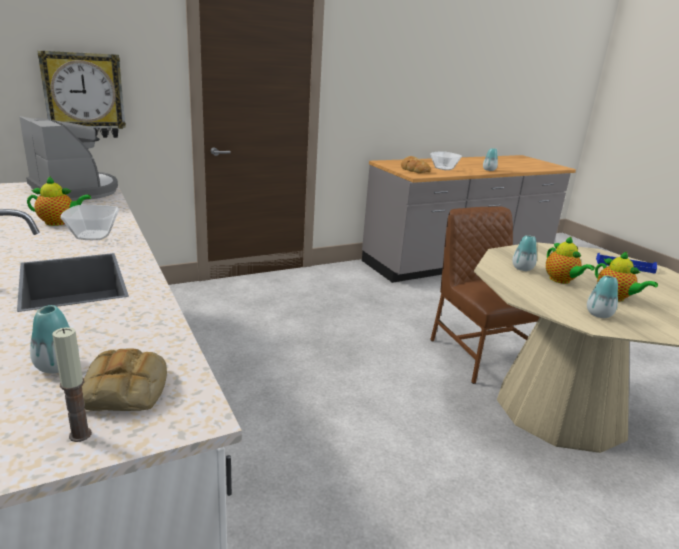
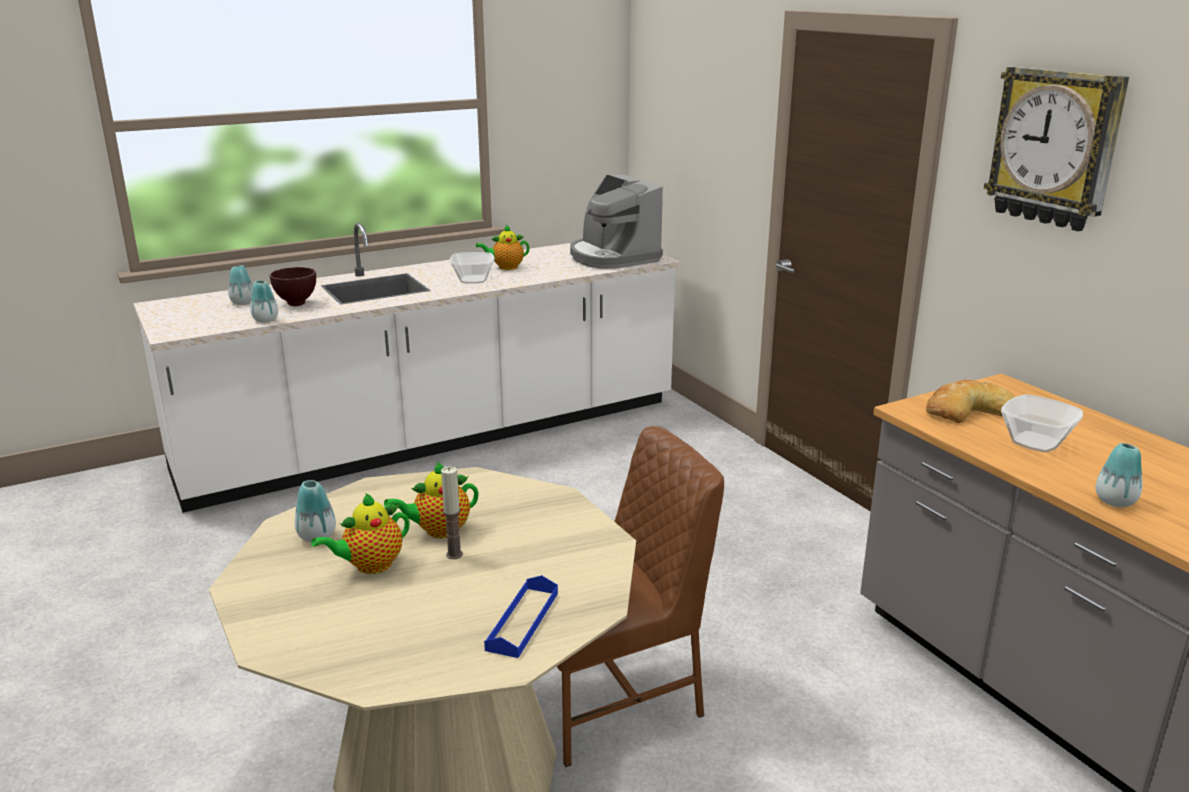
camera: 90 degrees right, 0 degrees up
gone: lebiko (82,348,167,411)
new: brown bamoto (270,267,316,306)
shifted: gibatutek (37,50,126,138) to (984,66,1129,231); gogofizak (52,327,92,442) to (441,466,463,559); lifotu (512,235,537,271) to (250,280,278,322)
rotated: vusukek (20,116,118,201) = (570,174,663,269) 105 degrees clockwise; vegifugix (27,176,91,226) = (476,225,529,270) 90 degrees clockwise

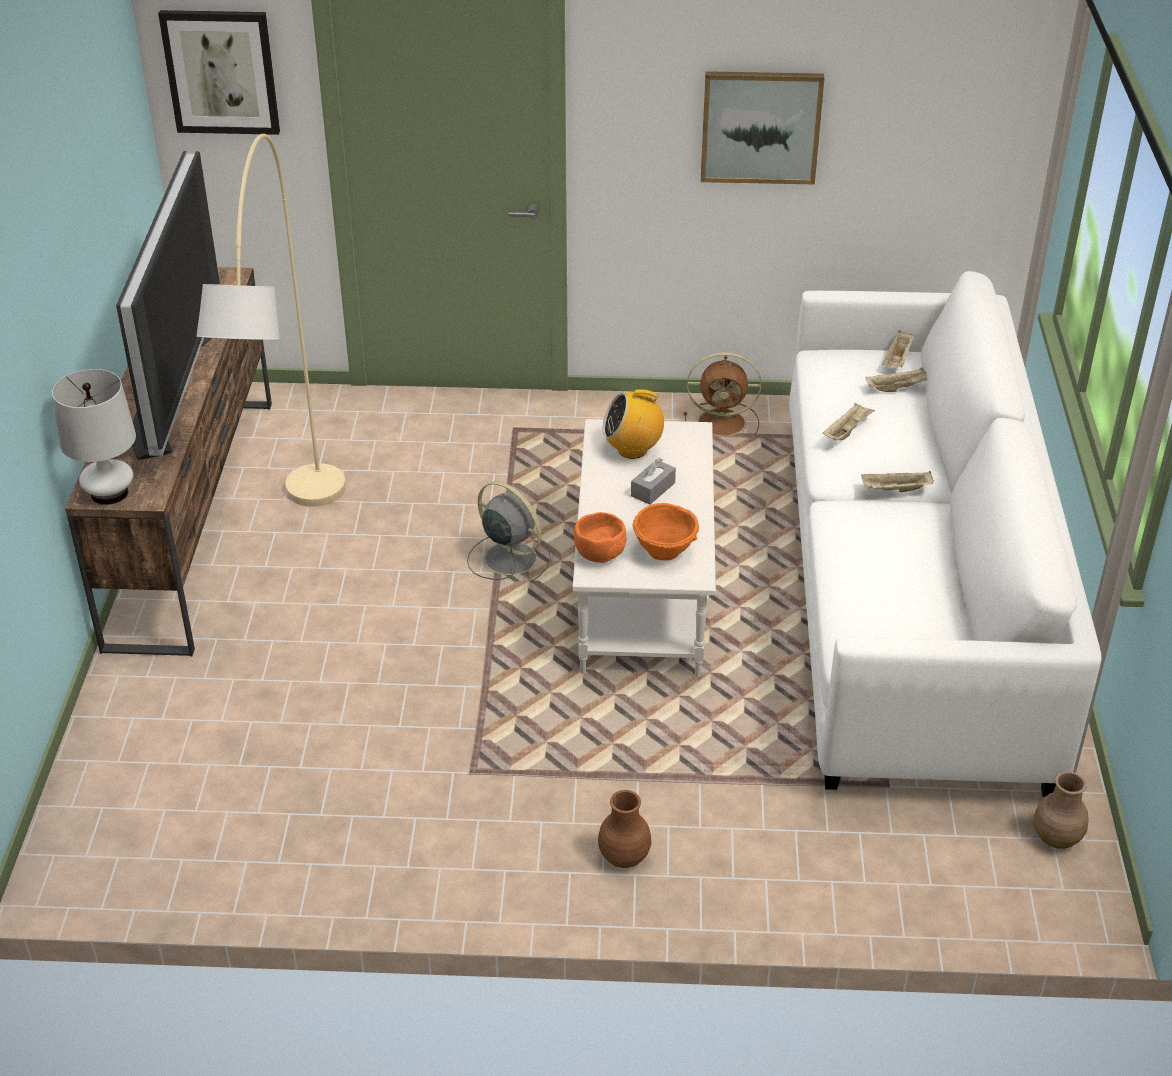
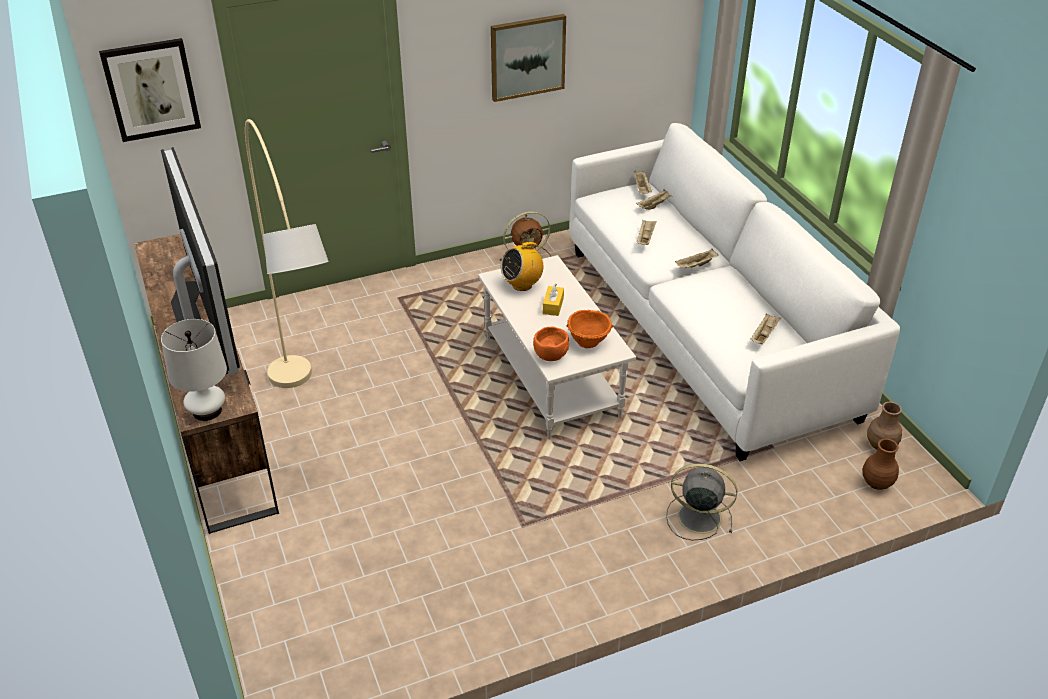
camera: 25 degrees left, 0 degrees up
new: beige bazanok (751,314,782,344)
shifted: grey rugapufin (467,481,551,584) to (666,463,737,540); brown lifotu (598,790,651,868) to (863,438,899,490)
repainted: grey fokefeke (631,458,676,505) to yellow fokefeke (543,284,564,316)

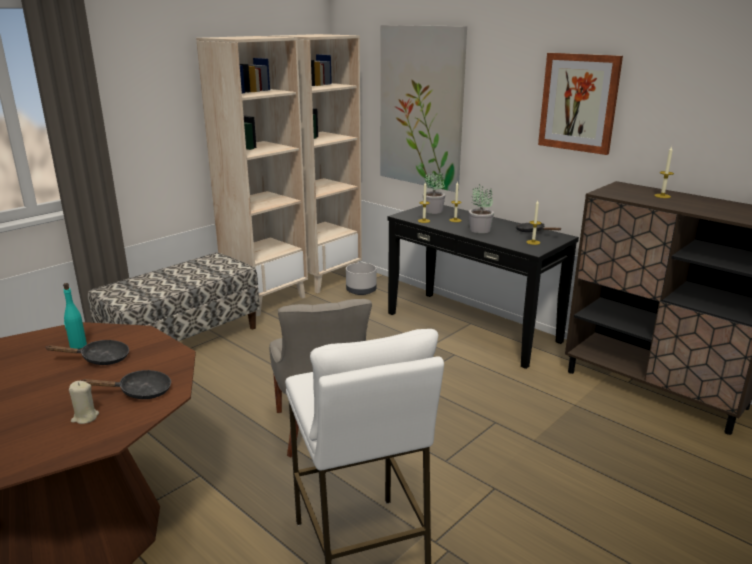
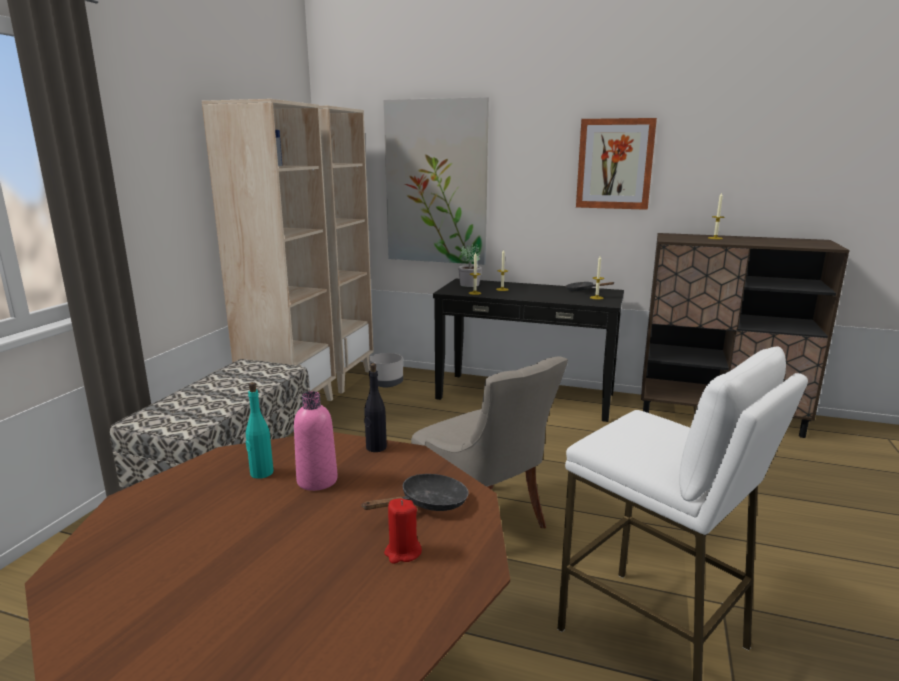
camera: 25 degrees left, 5 degrees down
gone: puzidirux (469,184,494,233)
new: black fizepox (364,363,387,452)
swapped: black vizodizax (46,340,129,365) to pink fizepox (294,391,338,491)
repainted: beige gogofizak (69,381,99,424) to red gogofizak (384,498,422,564)

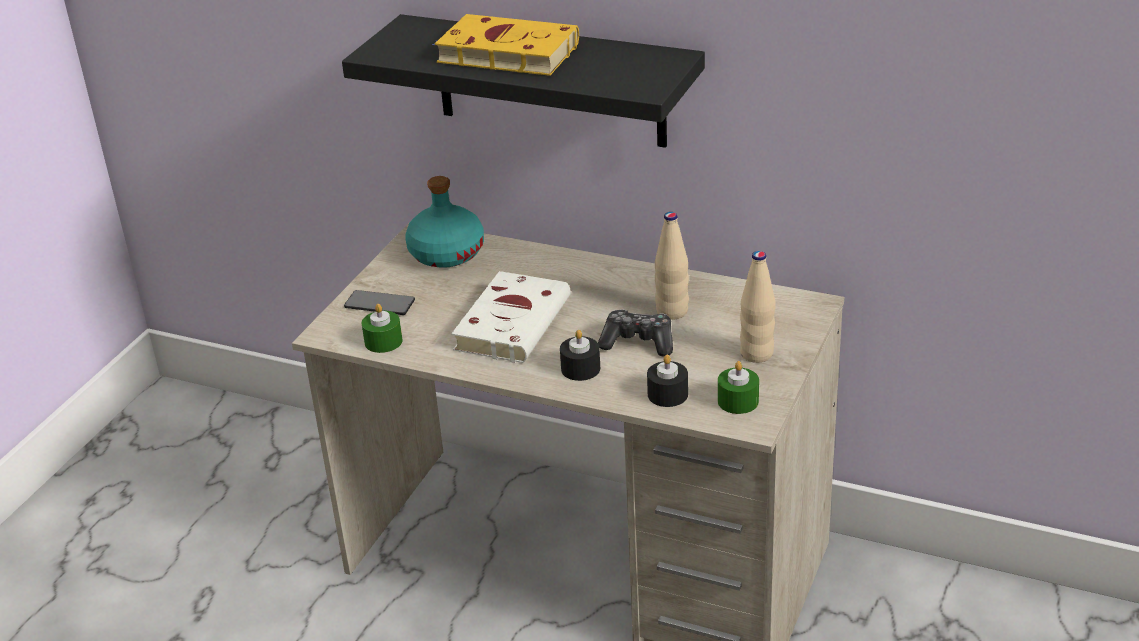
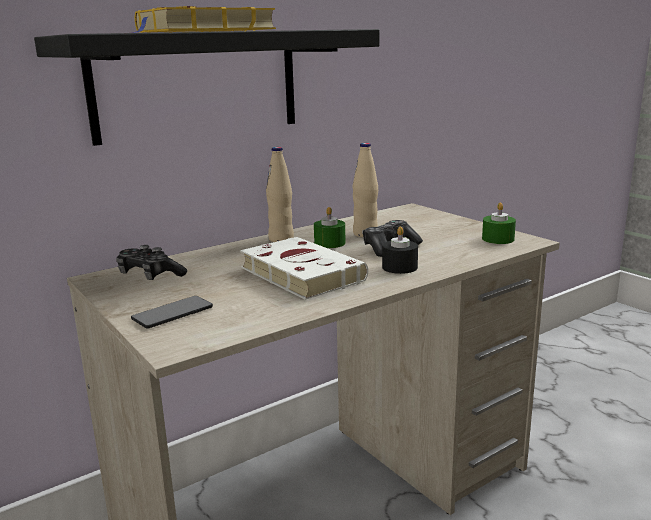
camera: 60 degrees left, 15 degrees down
gone: black gogofizak (647,355,688,407)
shifted: green gogofizak (362,304,403,353) to (314,207,346,248); beige fizepox (740,251,776,363) to (266,147,294,242)
swapped: turquoise fizepox (405,176,484,268) to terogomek (116,245,187,280)

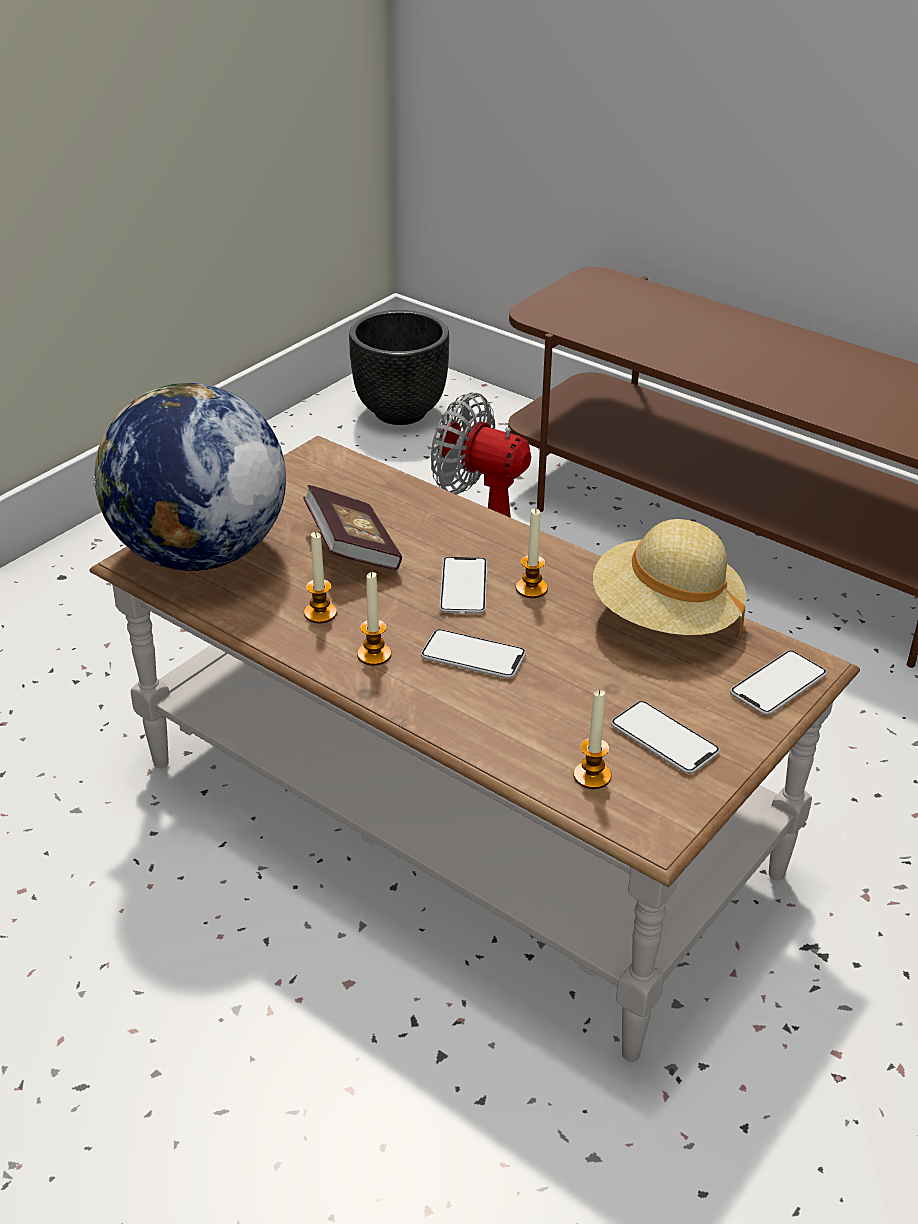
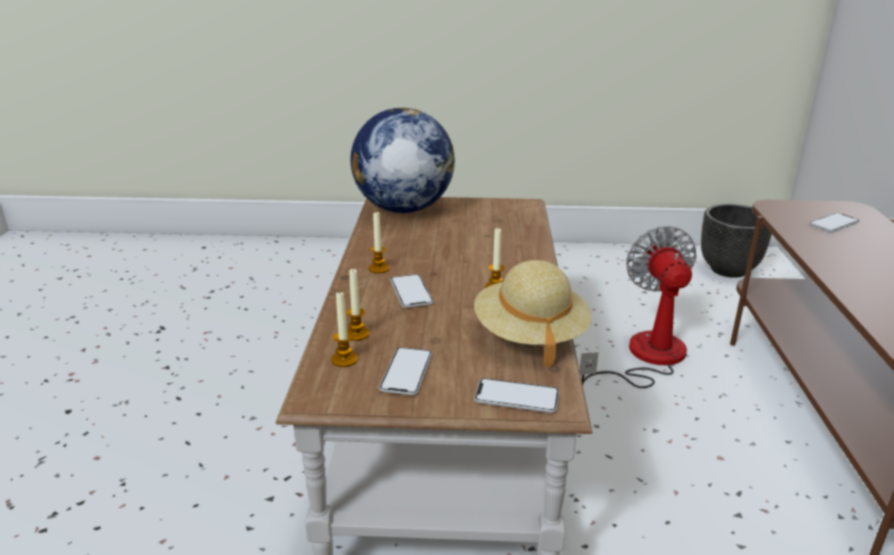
camera: 55 degrees right, 10 degrees down
gone: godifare (303,485,402,570)
shifted: gogofizak (304,532,337,624) to (346,269,369,341); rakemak (439,557,487,614) to (809,213,860,232)

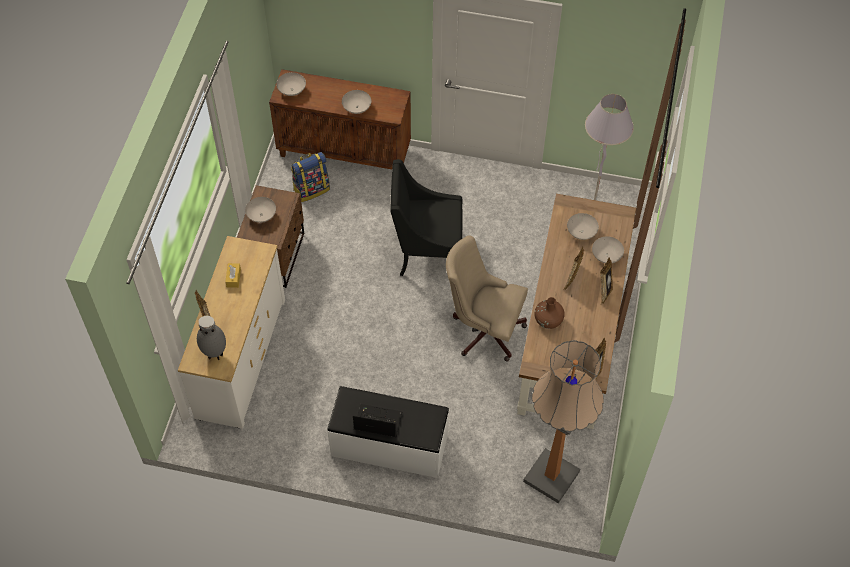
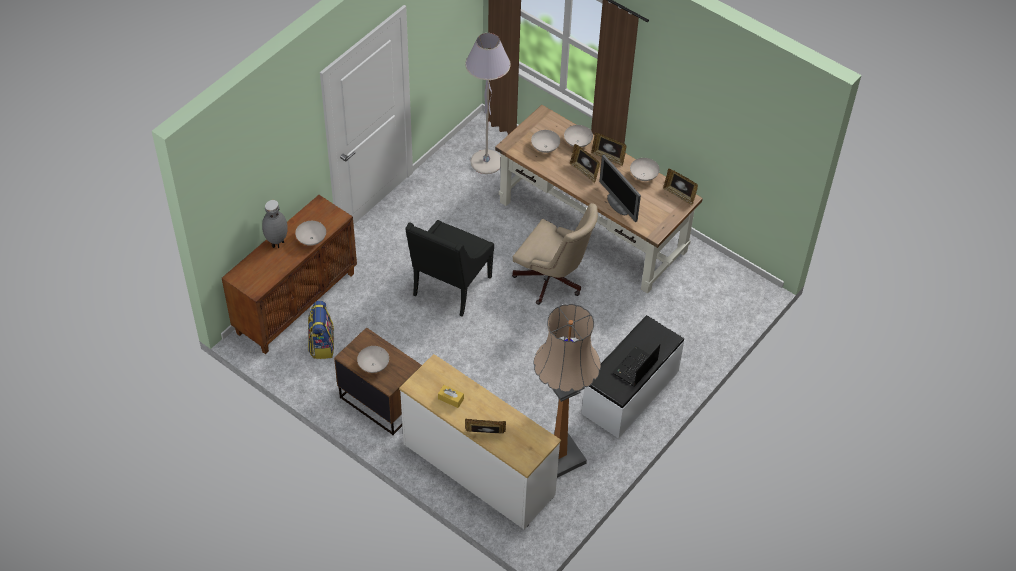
camera: 65 degrees left, 5 degrees down
shifted: grey lifotu (197,316,226,360) to (262,200,288,248); white bamoto (276,72,306,96) to (630,158,660,181); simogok (523,340,604,503) to (533,304,601,478)
swapped: brown lifotu (534,297,565,329) to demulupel (599,155,641,222)
rotated: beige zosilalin (446,235,528,361) = (512,203,598,305) 105 degrees counterclockwise

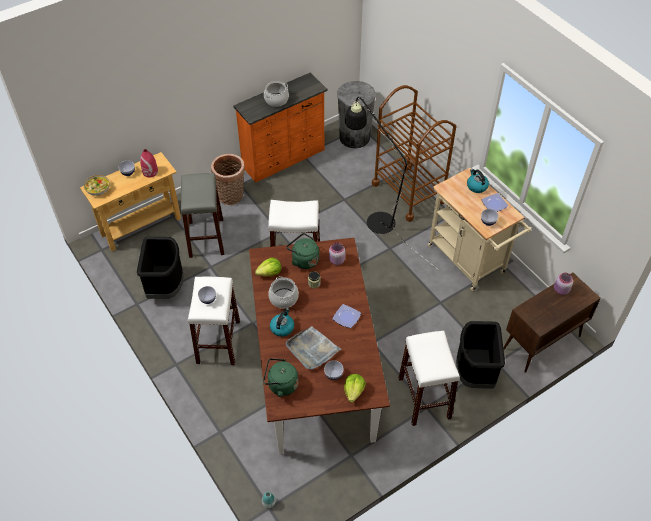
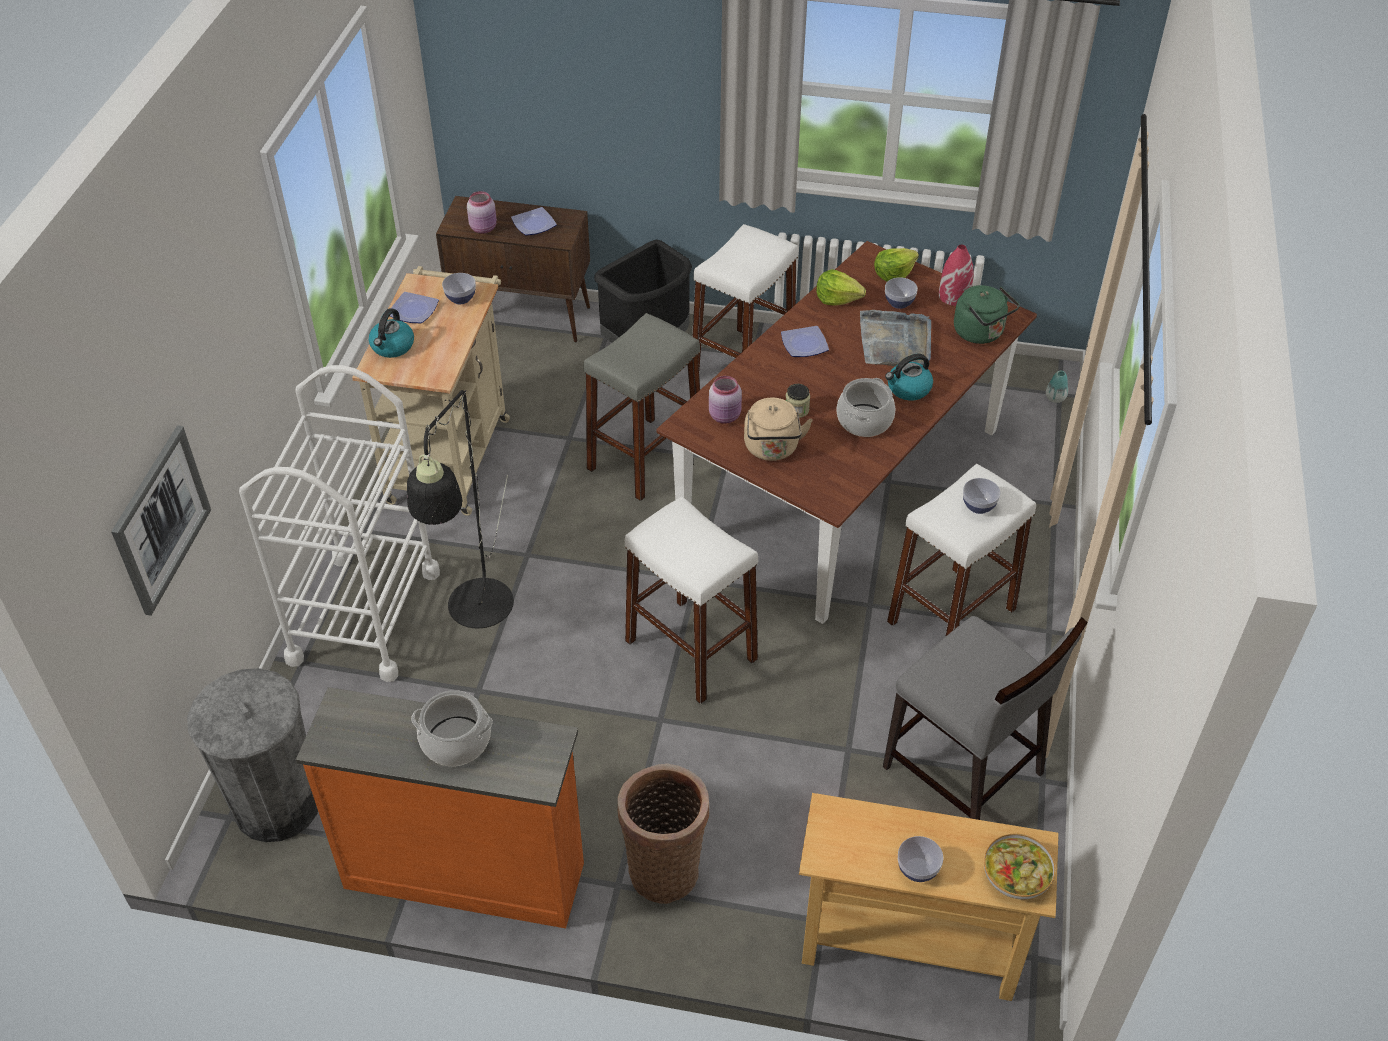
camera: 135 degrees left, 5 degrees down
new: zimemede (111,425,211,616); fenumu (511,207,557,236)
shifted: red lifotu (140,149,158,178) to (939,245,974,306); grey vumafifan (181,173,224,258) to (583,313,700,501); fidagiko (255,258,281,276) to (816,269,866,306)
swapped: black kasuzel (137,237,184,299) to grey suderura (883,616,1088,820)
repainted: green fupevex (286,233,319,269) to beige fupevex (744,398,813,461); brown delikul (372,85,456,222) to white delikul (239,365,440,682)

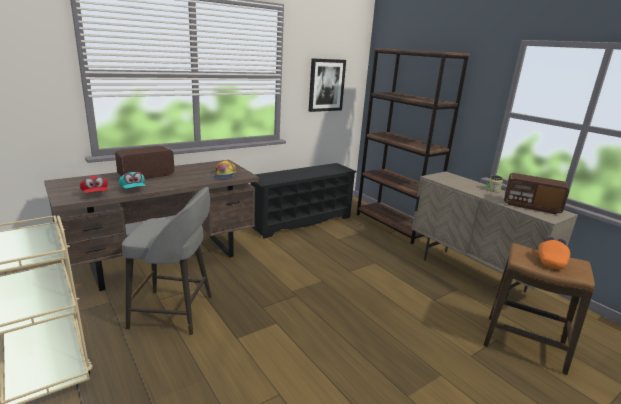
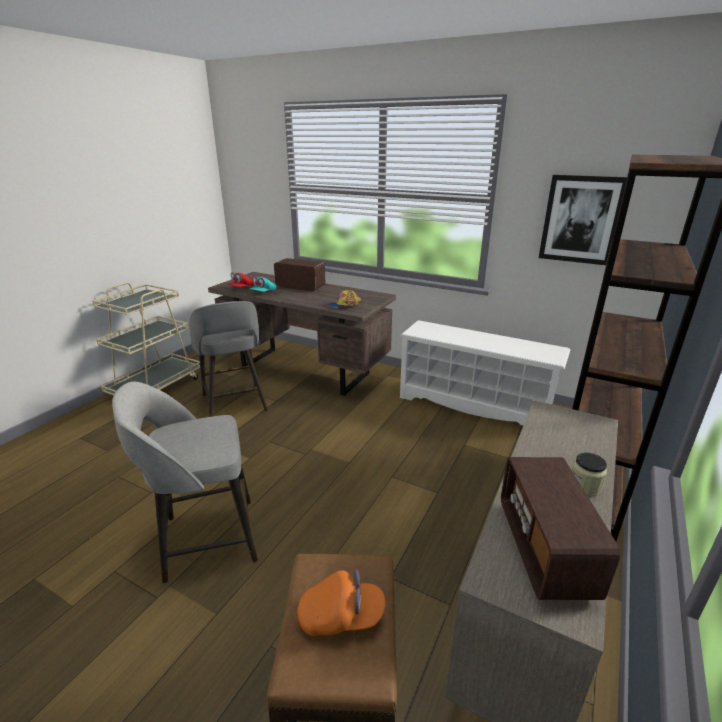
camera: 65 degrees right, 5 degrees up
new: grey vumafifan (112,382,258,583)
repainted: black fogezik (250,163,357,238) to white fogezik (400,320,570,425)

